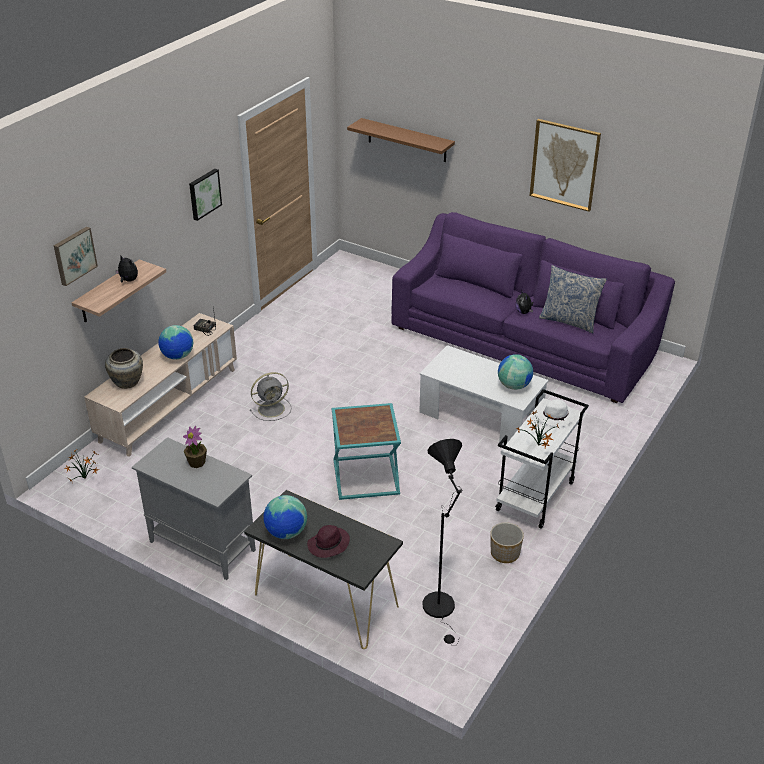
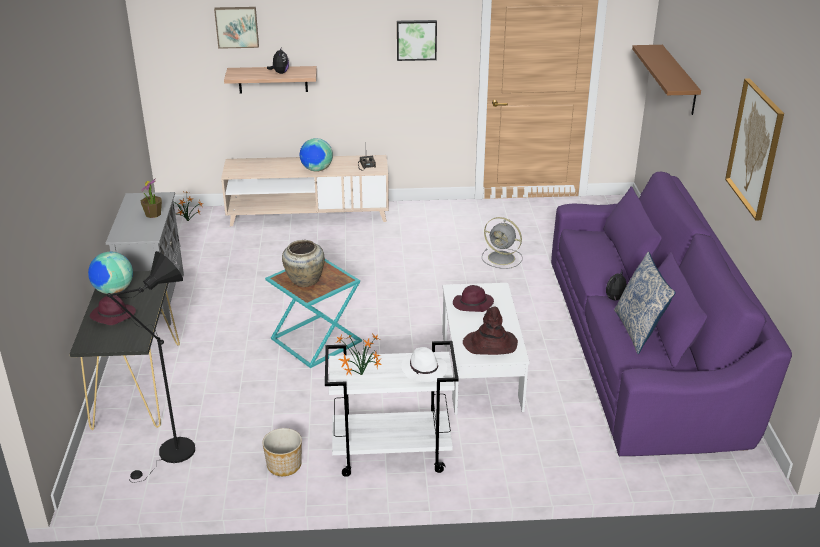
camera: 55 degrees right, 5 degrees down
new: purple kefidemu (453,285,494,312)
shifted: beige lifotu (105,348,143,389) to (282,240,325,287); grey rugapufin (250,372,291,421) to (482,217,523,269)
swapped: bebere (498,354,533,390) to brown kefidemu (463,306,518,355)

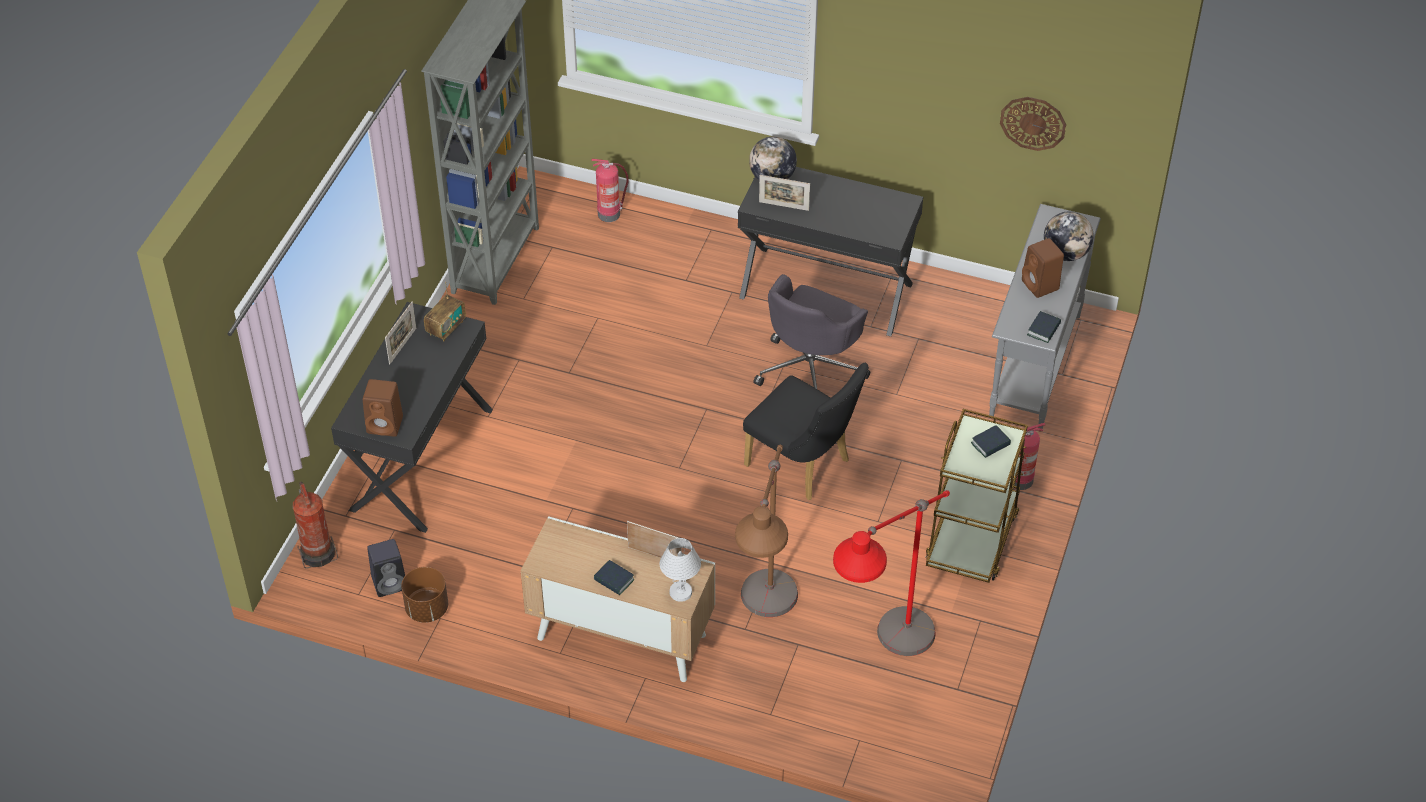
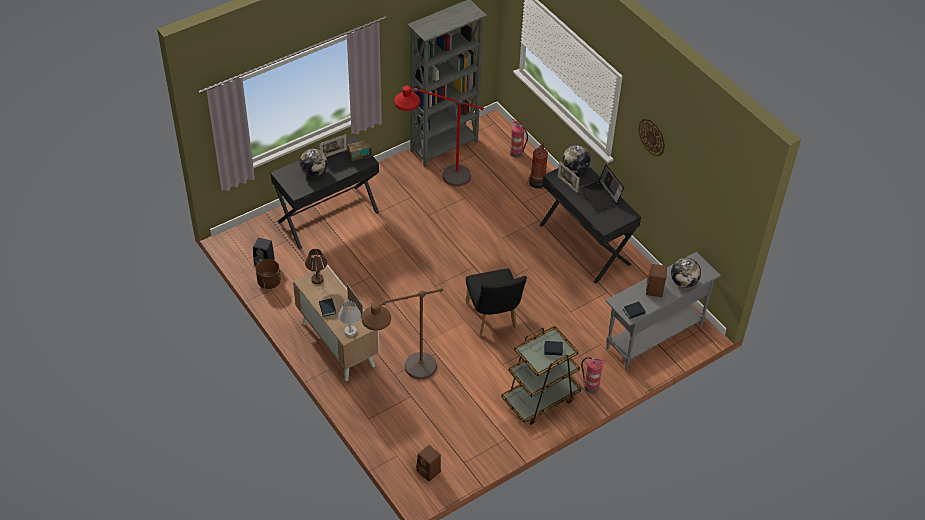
camera: 35 degrees right, 0 degrees up
gone: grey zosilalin (754,274,870,389)
new: bebere (300,148,328,176); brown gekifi (305,249,327,284); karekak (579,164,624,212)
shifted: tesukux (293,482,338,569) to (527,142,548,189); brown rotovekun (363,379,403,437) to (416,445,441,481); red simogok (833,490,950,656) to (394,86,484,186); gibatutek (1000,97,1066,151) to (638,119,665,157)

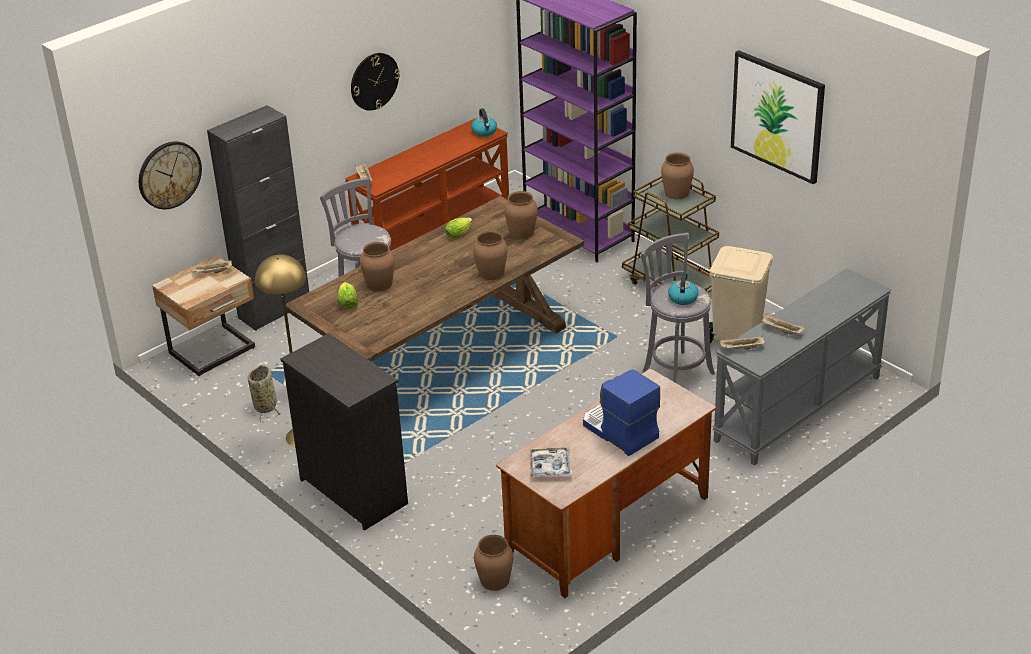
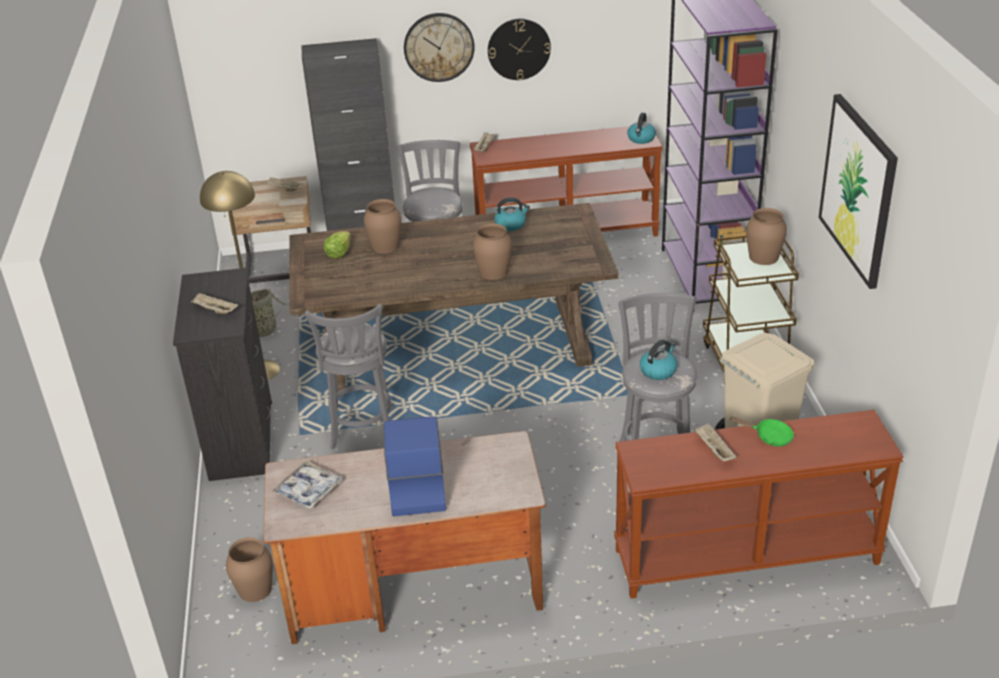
camera: 35 degrees right, 0 degrees up
gone: brown lifotu (504,191,538,239)
new: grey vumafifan (305,303,394,449); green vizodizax (730,416,794,447)
shifted: gibatutek (139,141,202,209) to (404,13,475,82); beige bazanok (720,336,765,350) to (191,293,239,314)
swapped: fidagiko (445,218,472,238) to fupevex (494,197,530,231)
repainted: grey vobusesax (712,268,891,466) to brown vobusesax (614,410,904,598)

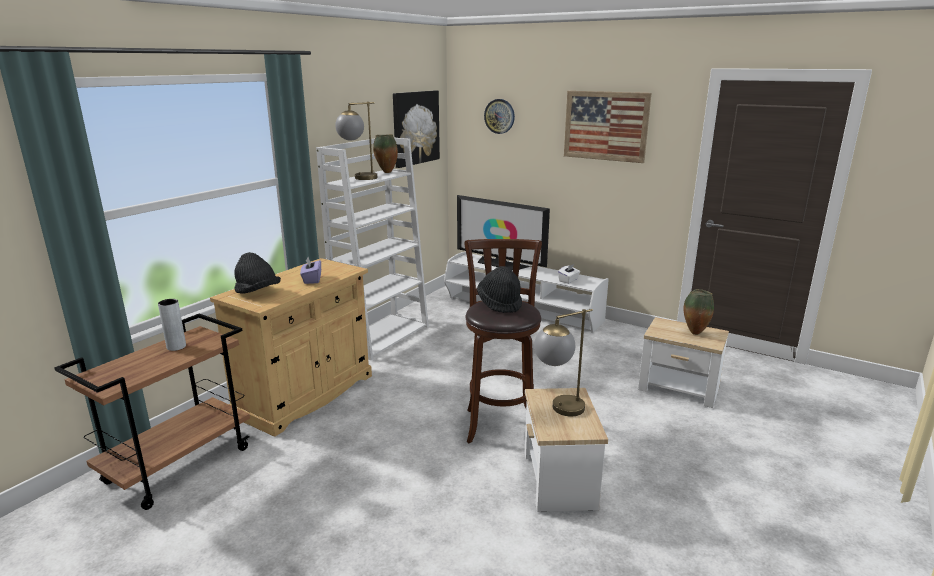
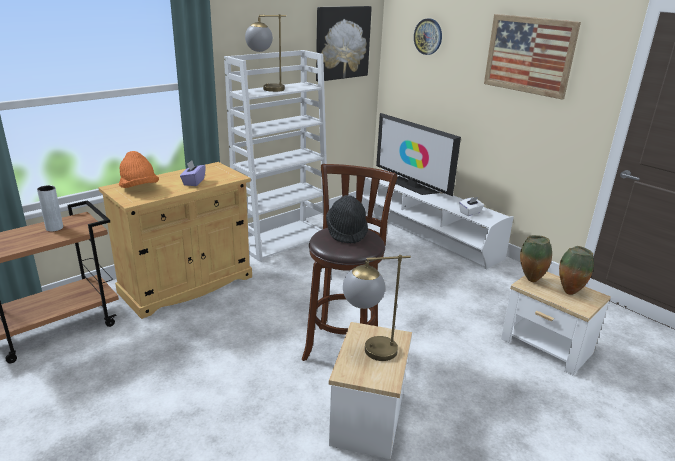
camera: 15 degrees right, 5 degrees up
shifted: lifotu (373,134,398,173) to (520,235,552,282)
repainted: black kefidemu (234,252,281,294) to orange kefidemu (119,151,159,188)

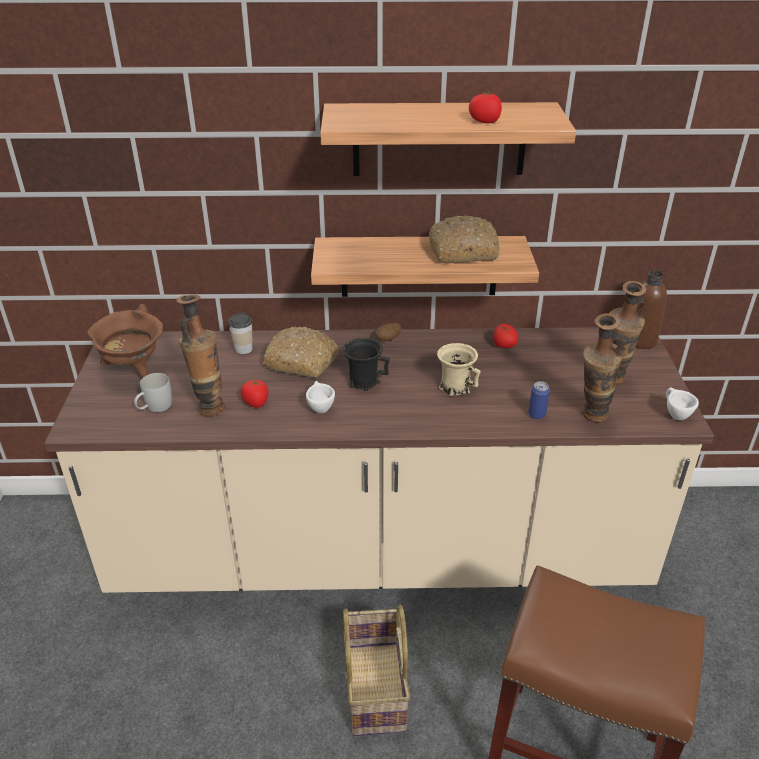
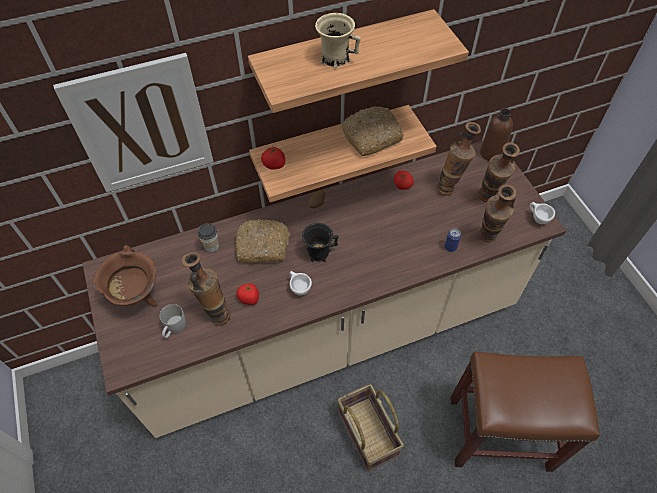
camera: 20 degrees left, 20 degrees up
new: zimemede (53,53,214,192); lifotu (436,122,481,196)
shifted: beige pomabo (437,343,481,396) to (315,13,361,68); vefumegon (469,92,502,123) to (261,147,285,169)

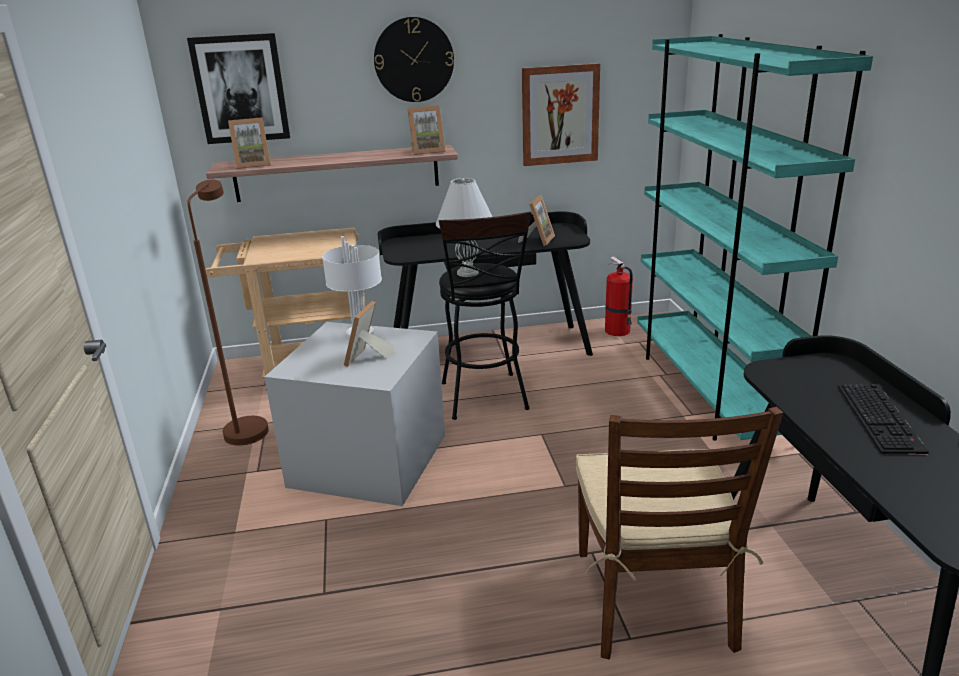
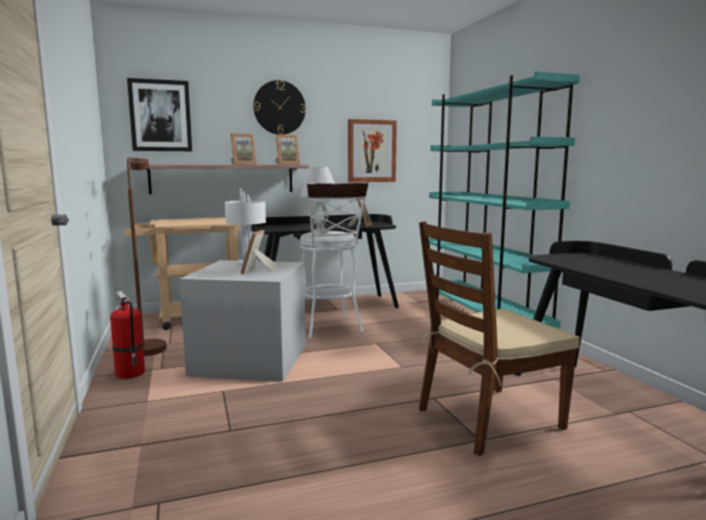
camera: 10 degrees left, 15 degrees down
gone: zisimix (838,384,929,455)
shifted: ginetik (228,117,271,169) to (230,133,257,165); tesukux (605,256,633,336) to (110,291,145,379)
repainted: black vumafifan (439,211,532,420) to white vumafifan (300,183,368,339)
rotated: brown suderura (576,406,783,659) = (419,221,580,456) 75 degrees clockwise

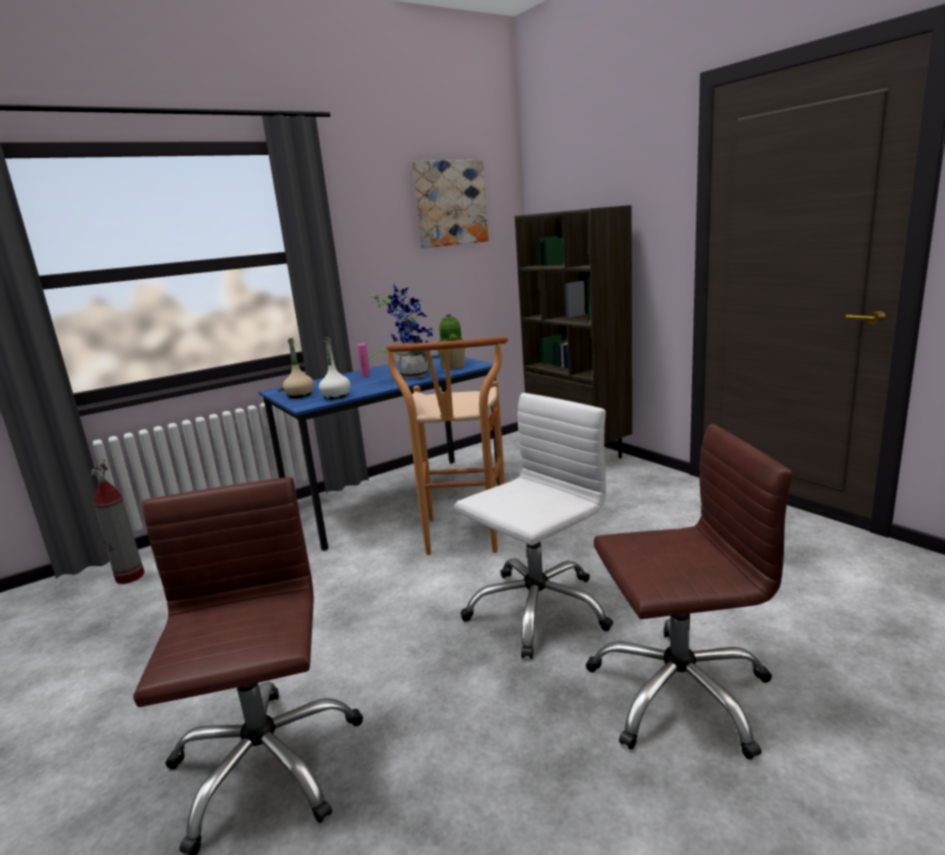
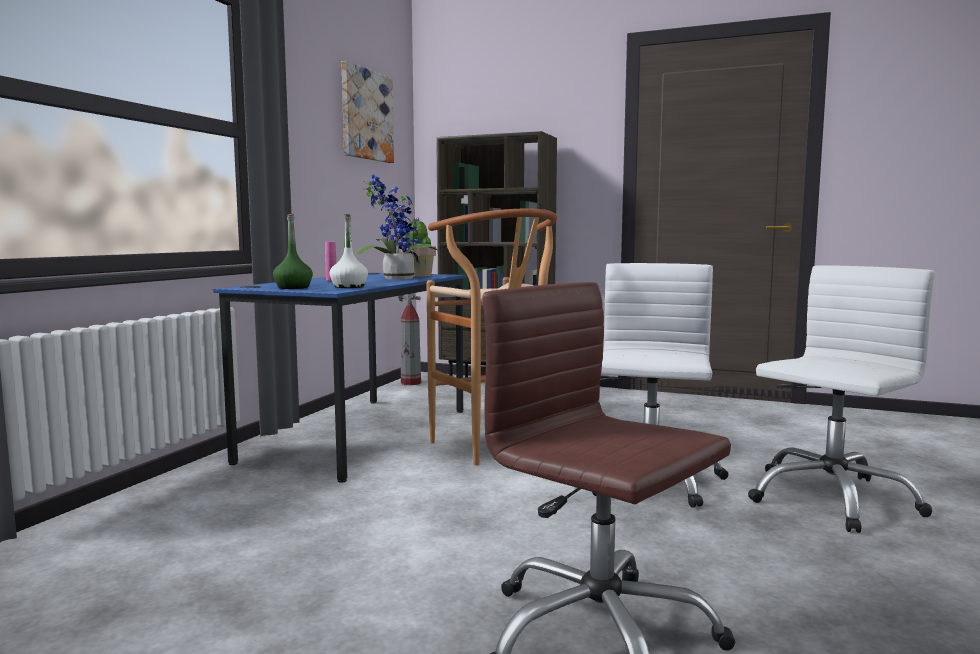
camera: 35 degrees left, 10 degrees down
shifted: tesukux (91,459,144,584) to (398,293,421,385)
repainted: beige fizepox (283,338,314,398) to green fizepox (273,214,313,289); brown zosilalin (585,424,793,760) to white zosilalin (748,265,935,533)

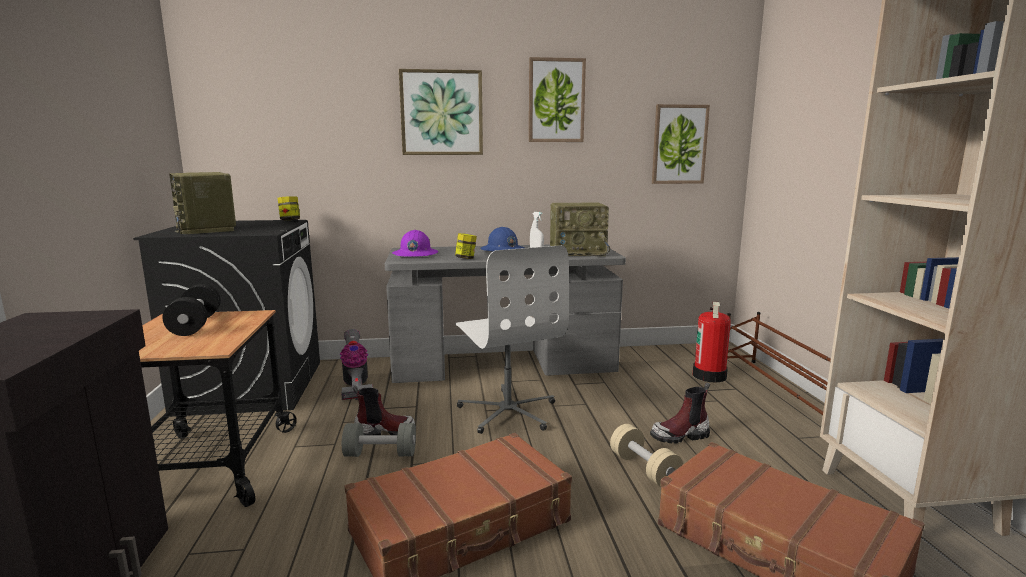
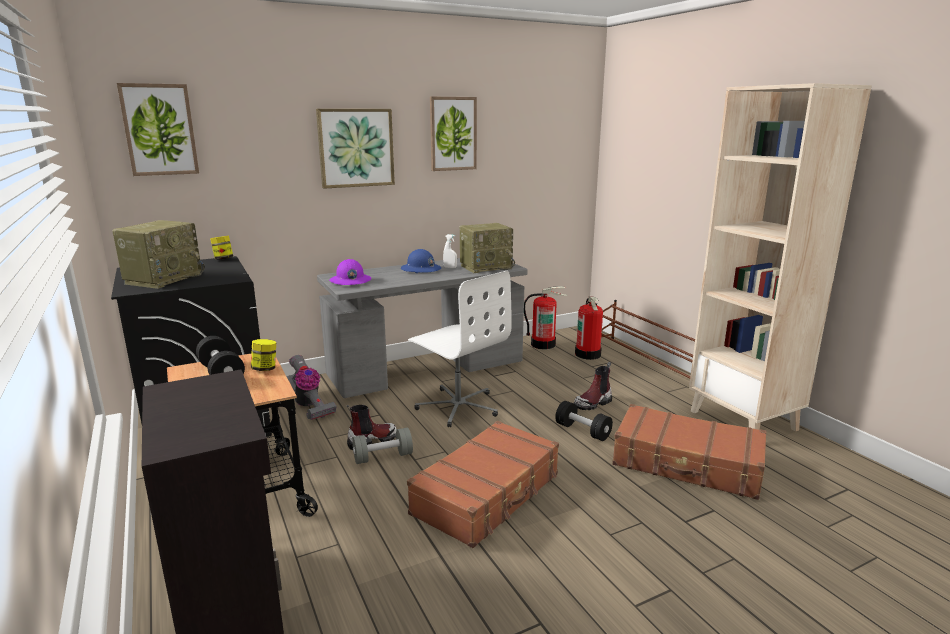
camera: 20 degrees left, 5 degrees up
new: tesukux (524,286,568,349)
shifted: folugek (455,233,477,259) to (251,339,276,371); zimemede (652,104,710,184) to (117,83,199,176)
repainted: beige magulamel (610,424,683,487) to black magulamel (555,401,613,441)
rotated: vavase (169,172,236,235) = (112,220,205,289) 105 degrees counterclockwise

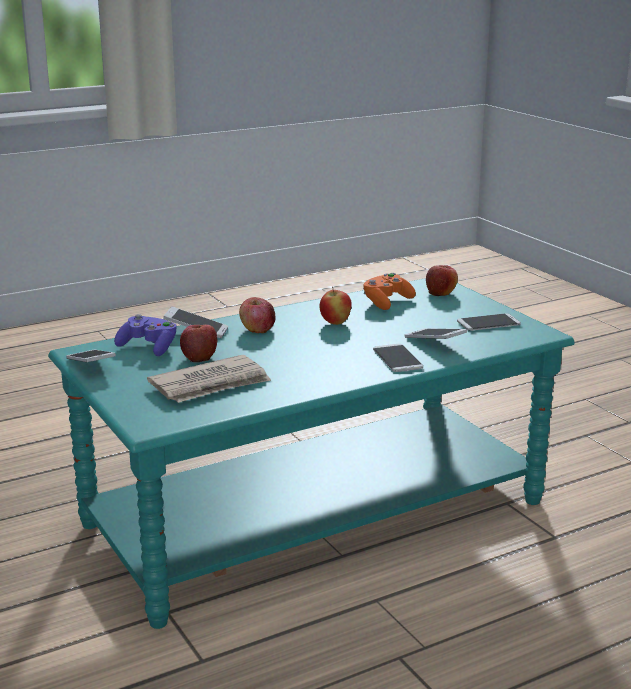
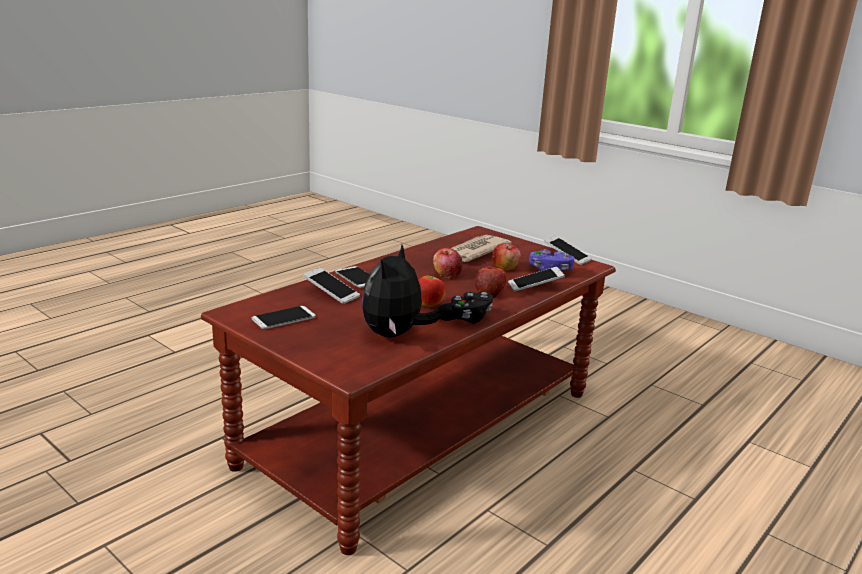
camera: 160 degrees right, 0 degrees up
new: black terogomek (437,292,493,324)
shifted: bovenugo (426,265,458,296) to (433,248,463,279)
swapped: orange terogomek (363,273,416,310) to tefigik (362,245,442,337)
repainted: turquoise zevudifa (48,278,575,629) to brown zevudifa (201,226,616,555)

